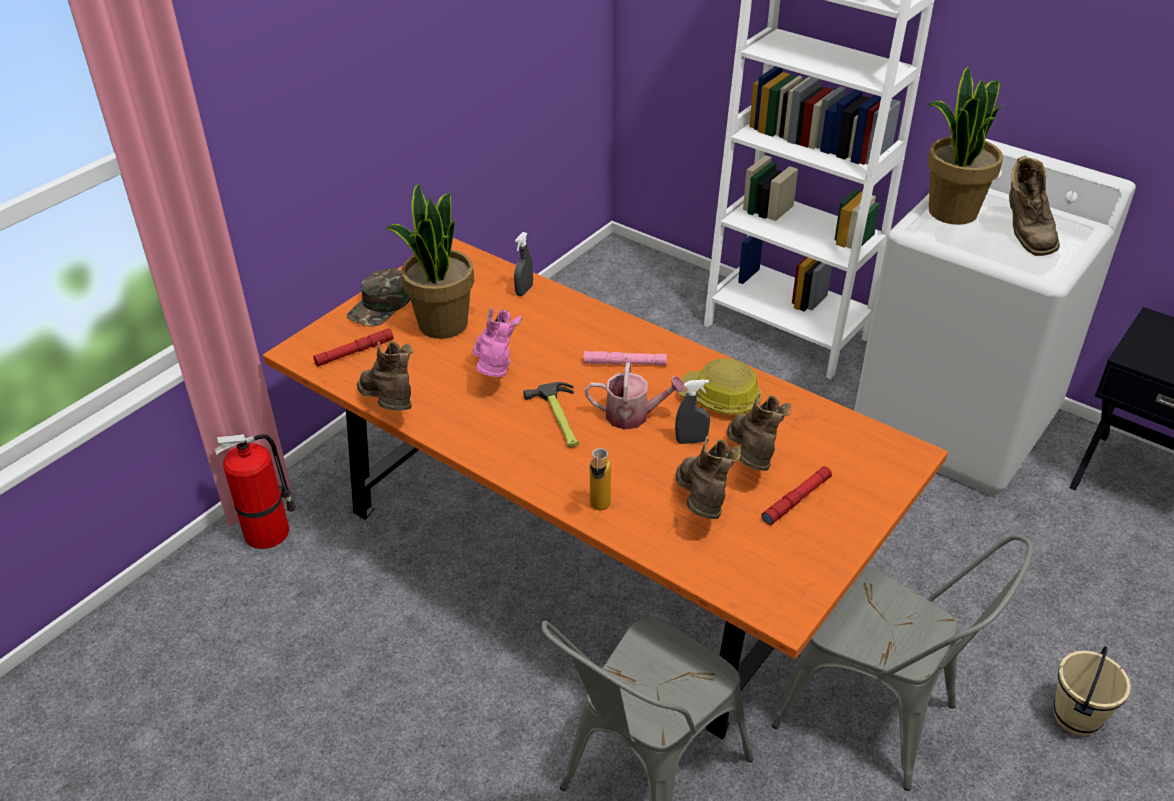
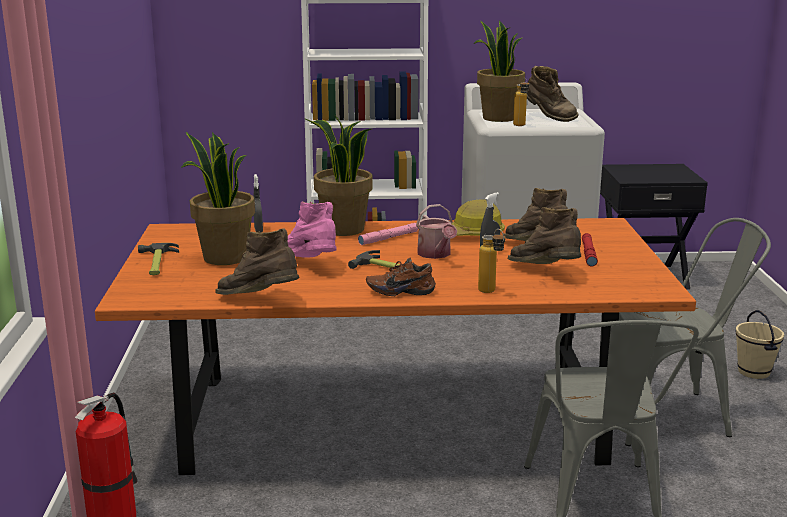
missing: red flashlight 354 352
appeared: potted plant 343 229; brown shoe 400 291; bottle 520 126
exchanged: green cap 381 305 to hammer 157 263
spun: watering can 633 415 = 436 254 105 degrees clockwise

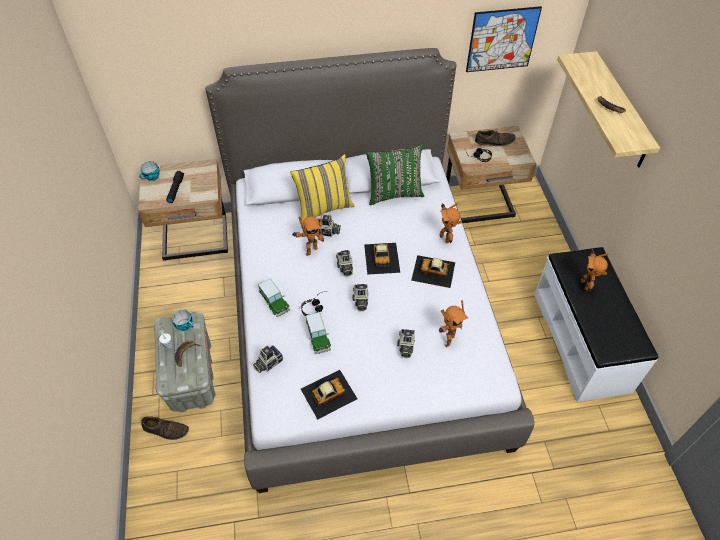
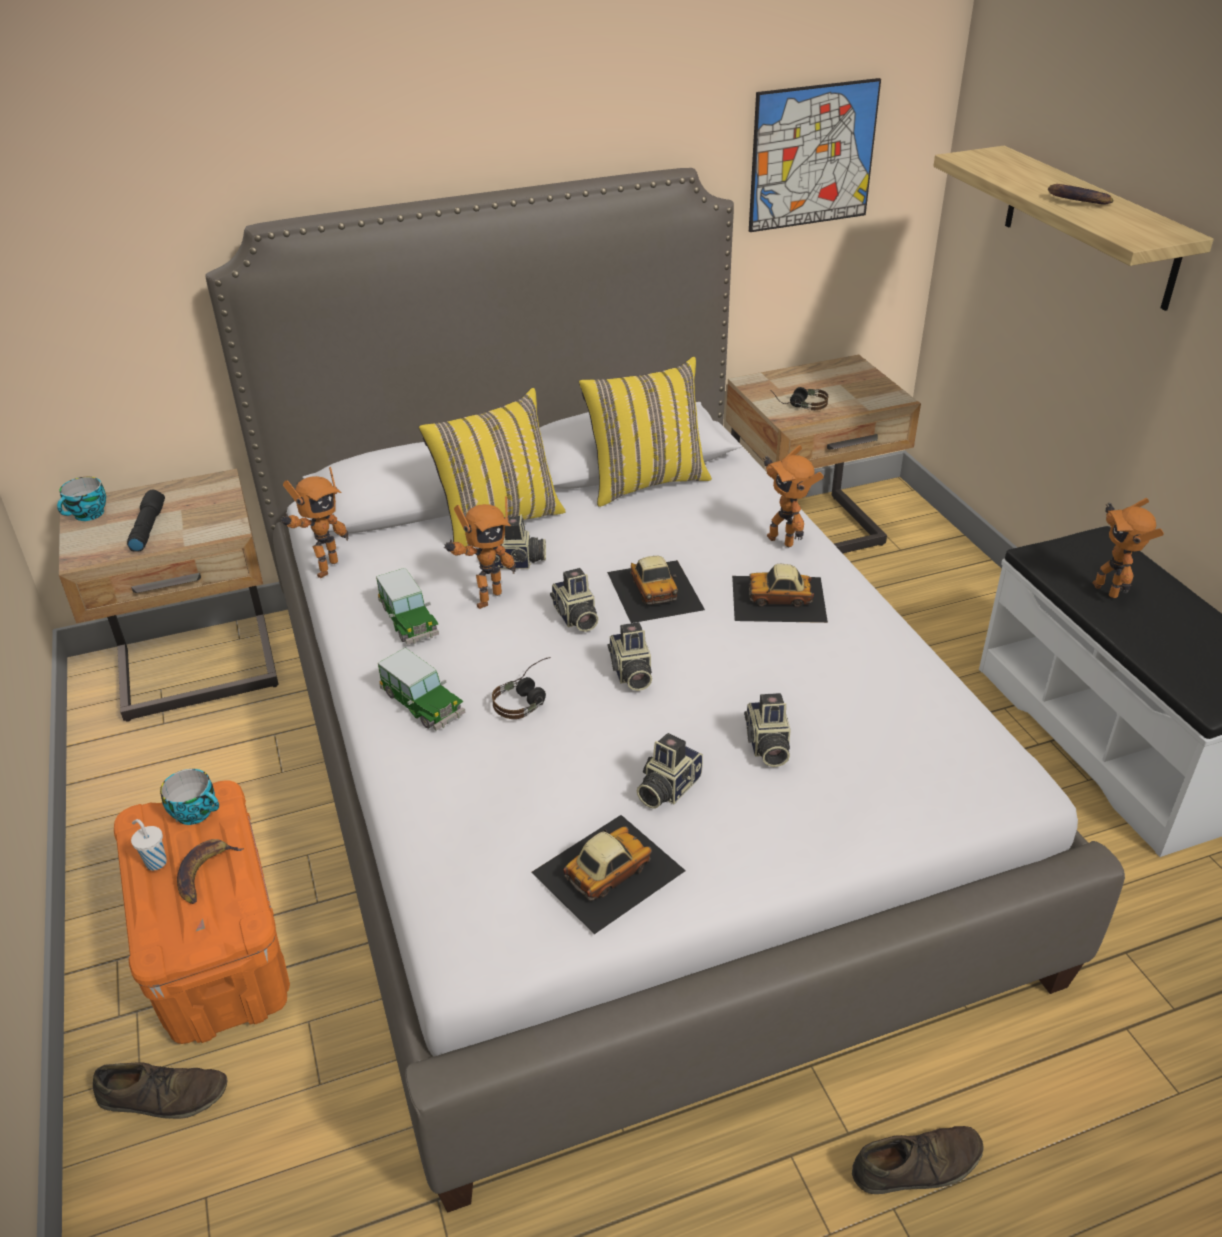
relocated: toy robot 447 340 to 323 568; toy car 318 337 to 408 621; photo camera 268 363 to 666 787; brown shoe 494 141 to 916 1165
colour: grey storage box 190 375 to orange storage box 218 953; green pillow 394 193 to yellow pillow 645 482

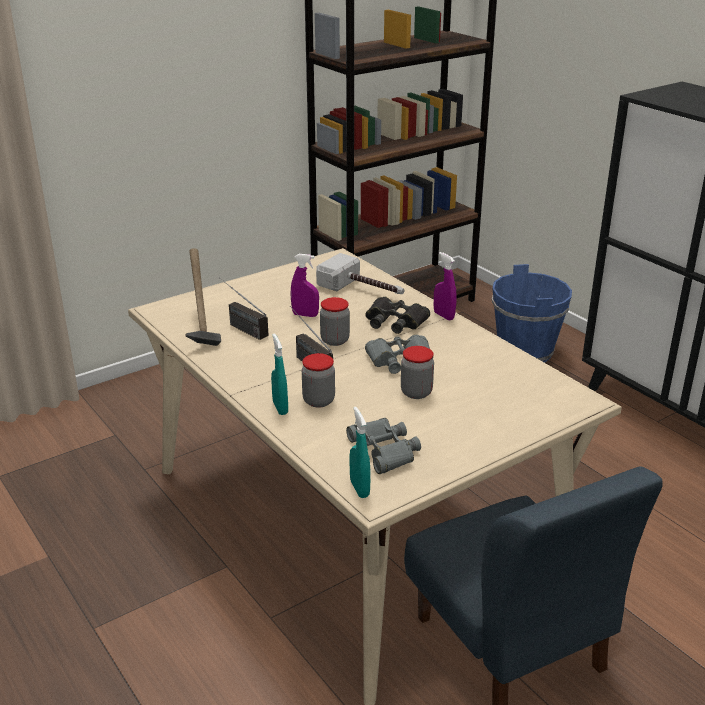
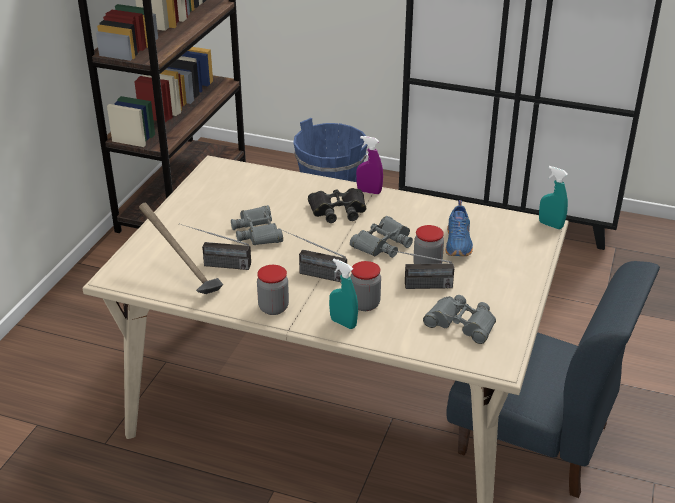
missing: hammer 363 290
appeared: radio 415 286; blue shoe 459 243
relocated: jar 335 340 to 273 308; turquoise spray bottle 359 488 to 550 225
exchanged: purple spray bottle 305 315 to grey binoculars 257 232

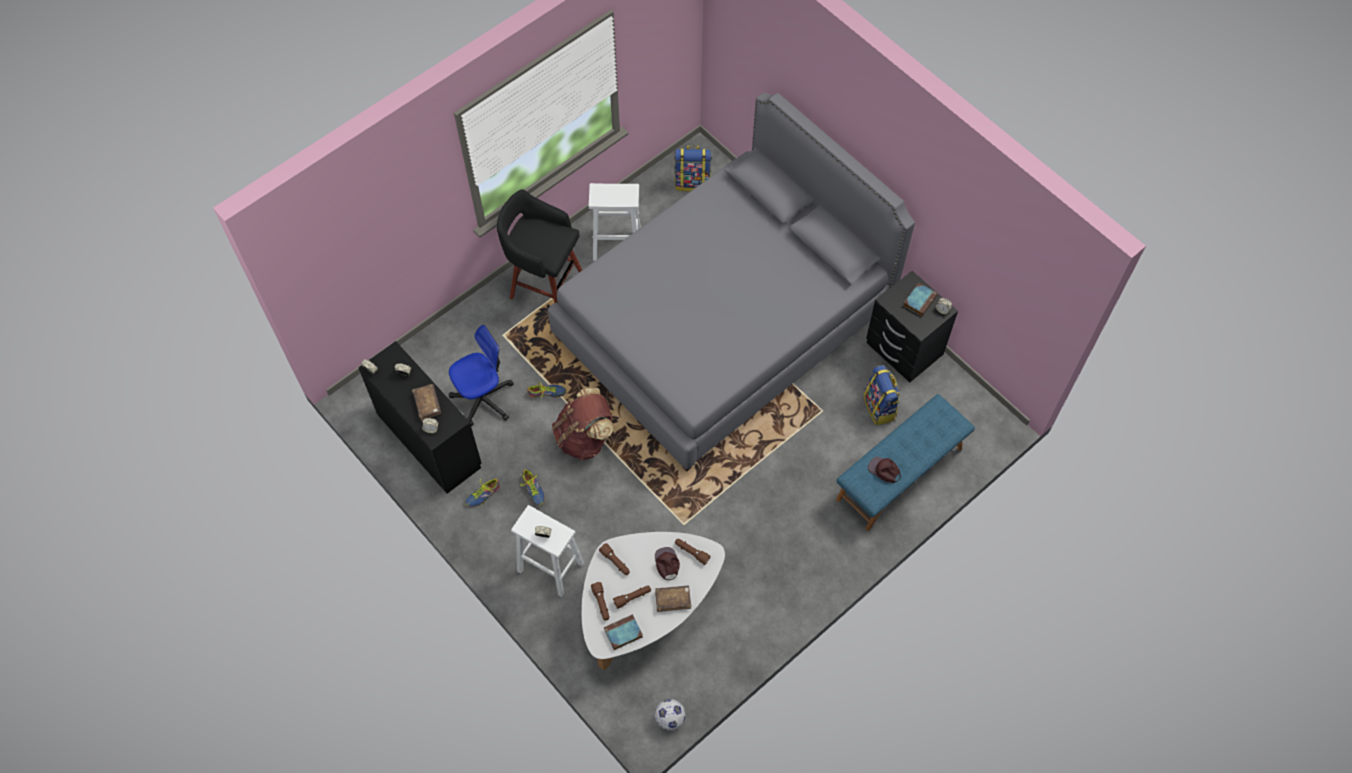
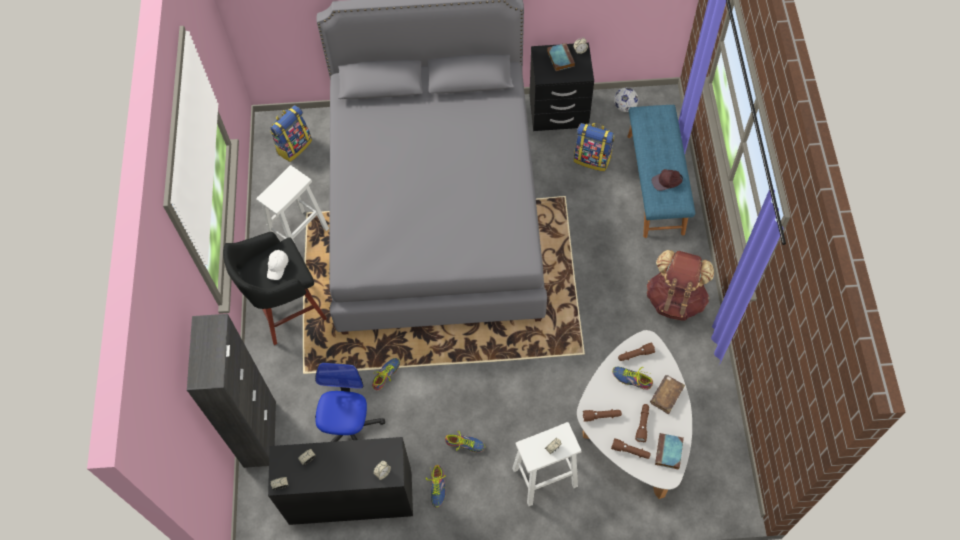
missing: brown book 427 404
appeared: black cabinet 260 434; white cap 278 267
relocated: football 669 718 to 624 107; brown backpack 584 437 to 675 299
exchanged: brown cap 667 564 to shoe 632 379

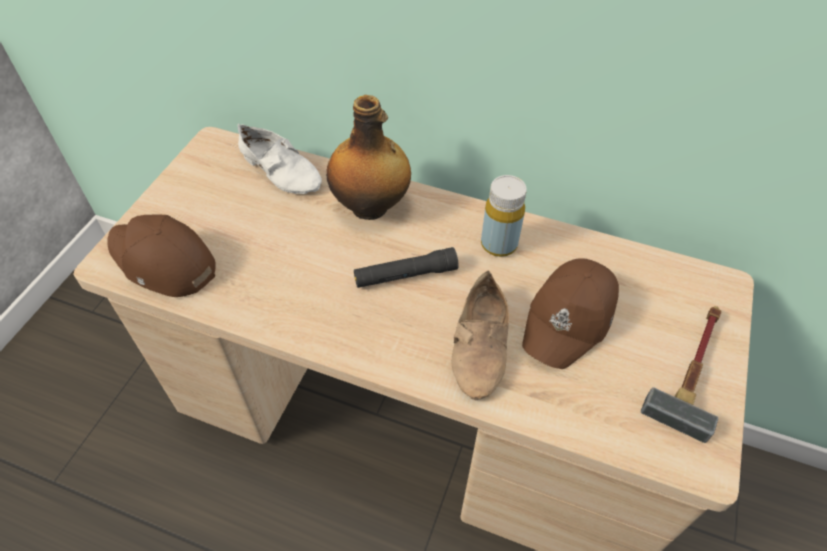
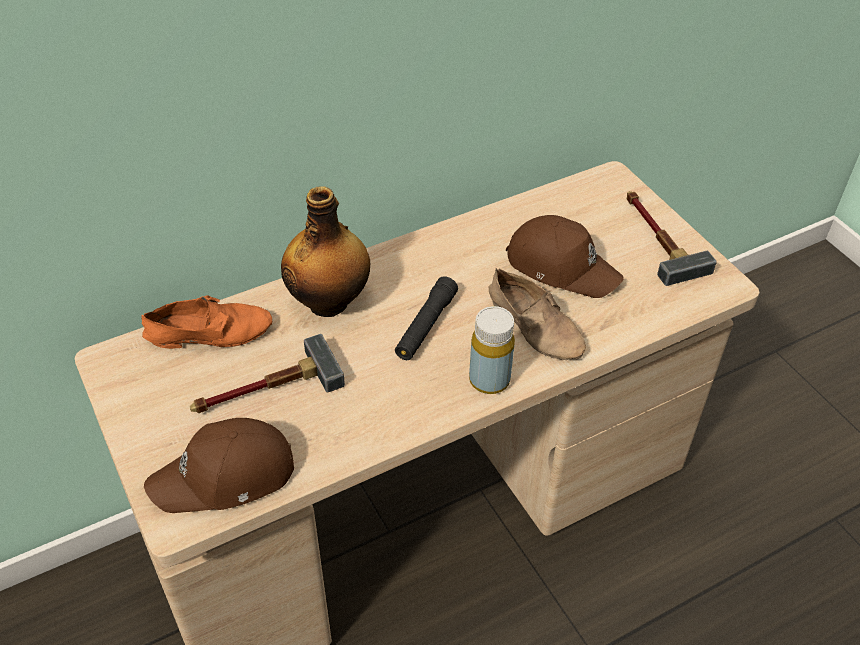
appeared: hammer 264 390
relocated: yellow bottle 499 244 to 489 380
colour: white shoe 281 169 to orange shoe 210 331
spun: brown cap 570 319 = 561 266 45 degrees counterclockwise

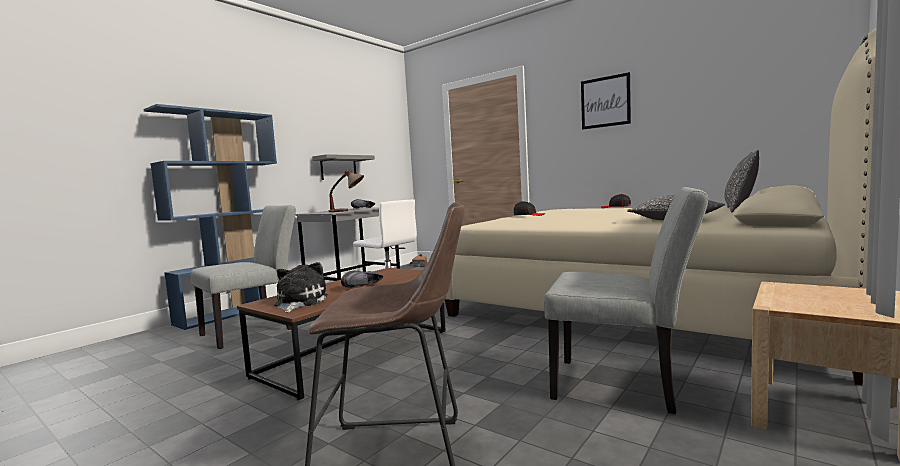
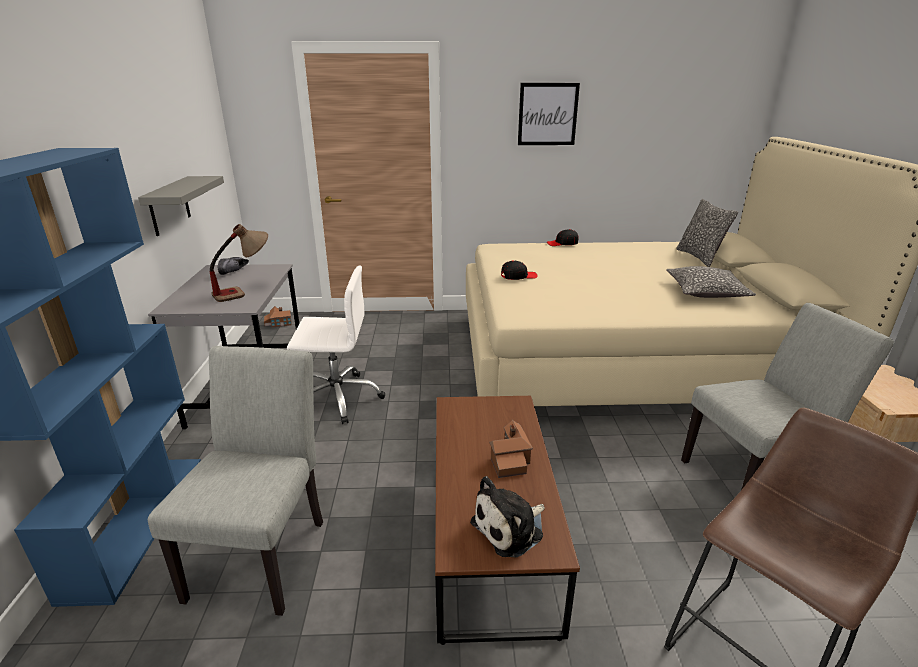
exchanged: black shoe 364 286 to toy house 510 459
spun: plush toy 299 302 = 511 528 90 degrees counterclockwise

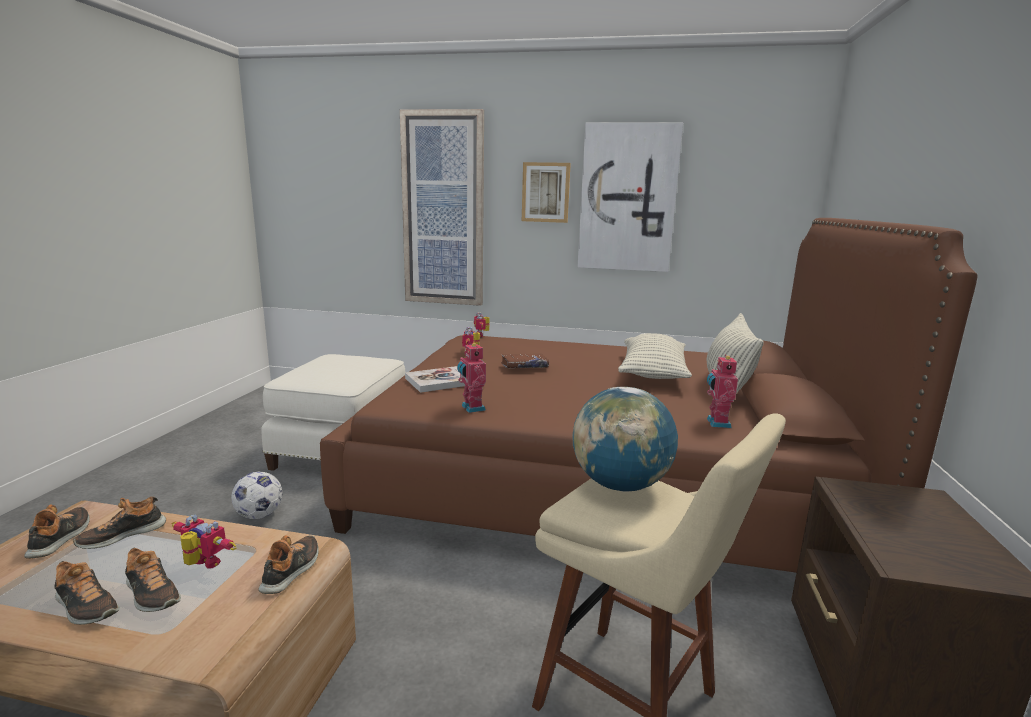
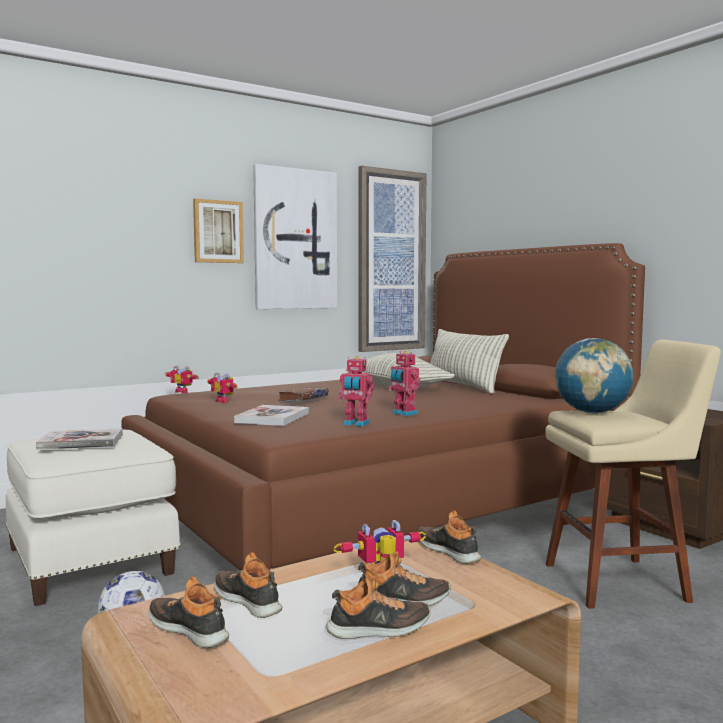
appeared: book 81 442
relocated: picture 443 210 to 391 261; toy robot 716 423 to 403 414
spun: shoe 122 535 = 248 601 135 degrees clockwise

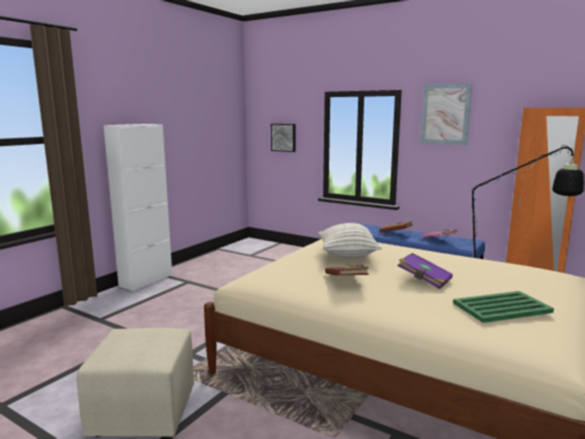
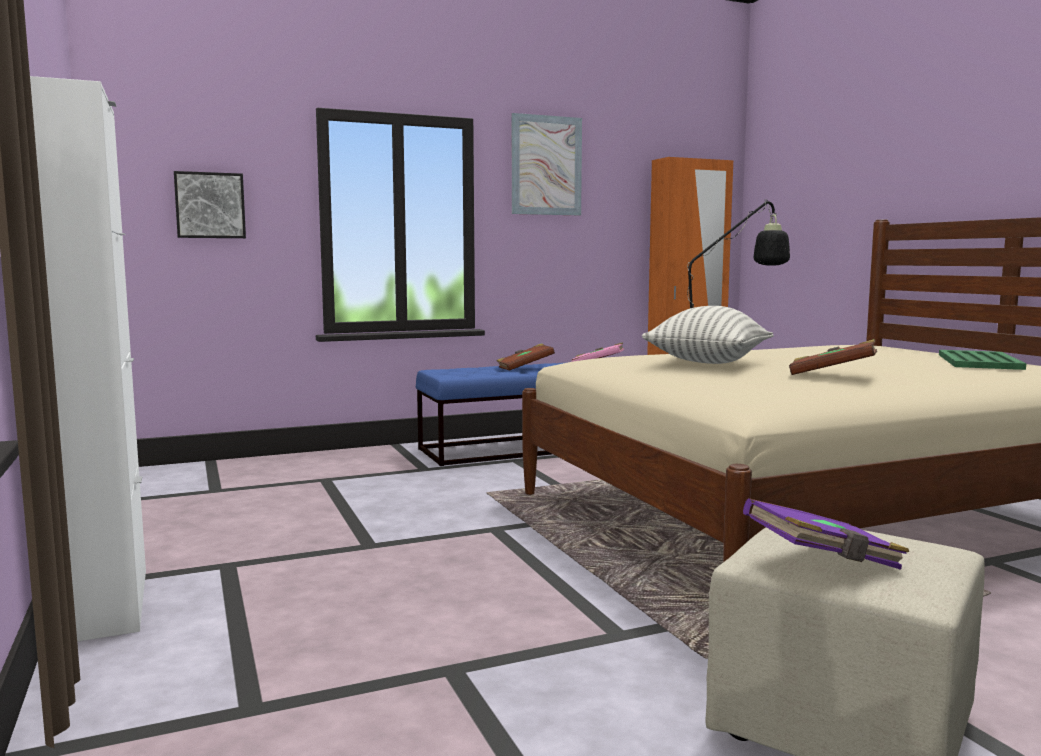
relocated: purple book 424 280 to 823 562

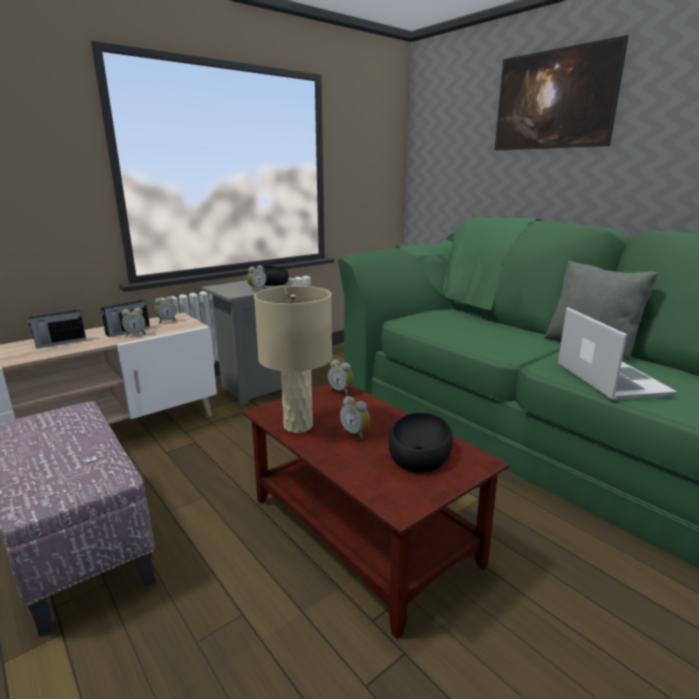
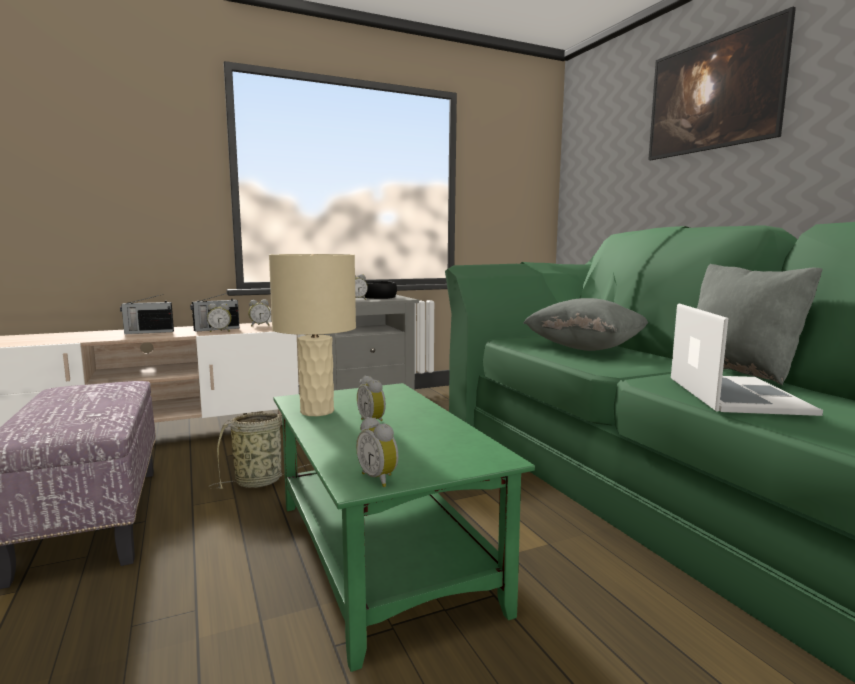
missing: black bowl 418 451
appeared: basket 262 481; grey pillow 585 348
relocated: alarm clock 341 391 to 379 478
colour: brown coffee table 363 531 to green coffee table 383 555

